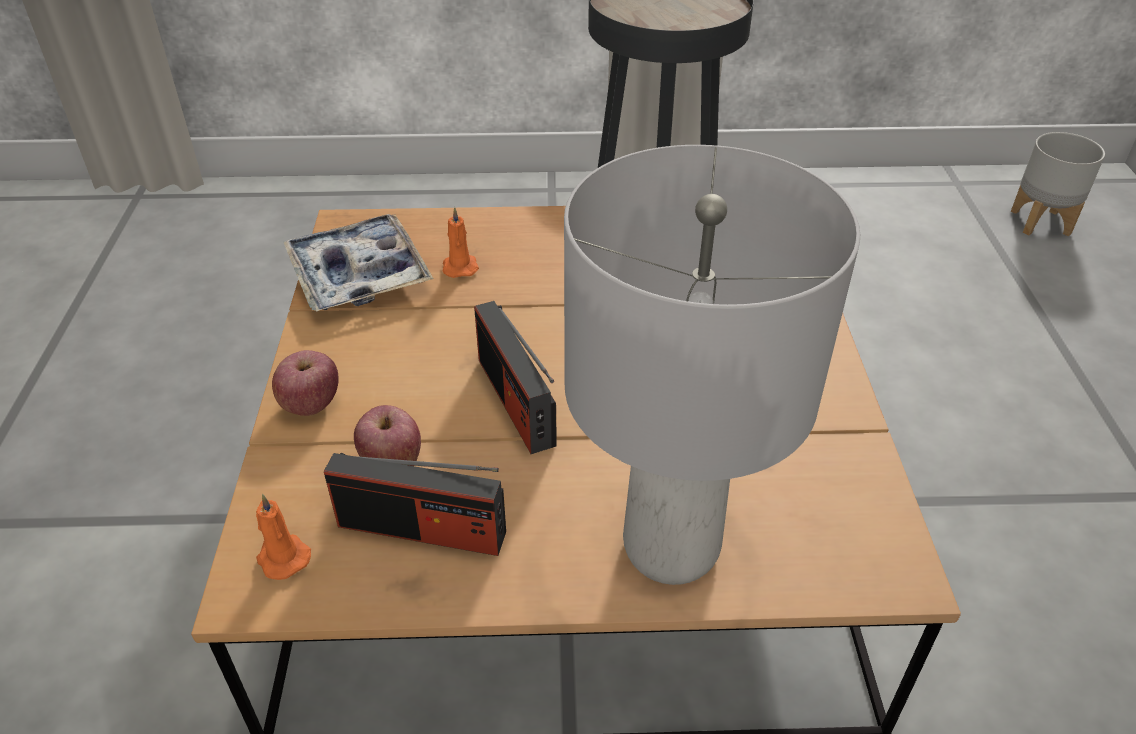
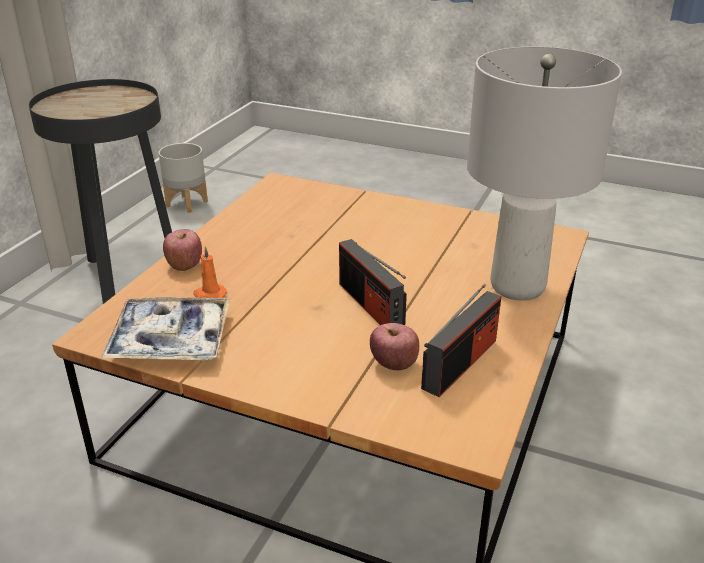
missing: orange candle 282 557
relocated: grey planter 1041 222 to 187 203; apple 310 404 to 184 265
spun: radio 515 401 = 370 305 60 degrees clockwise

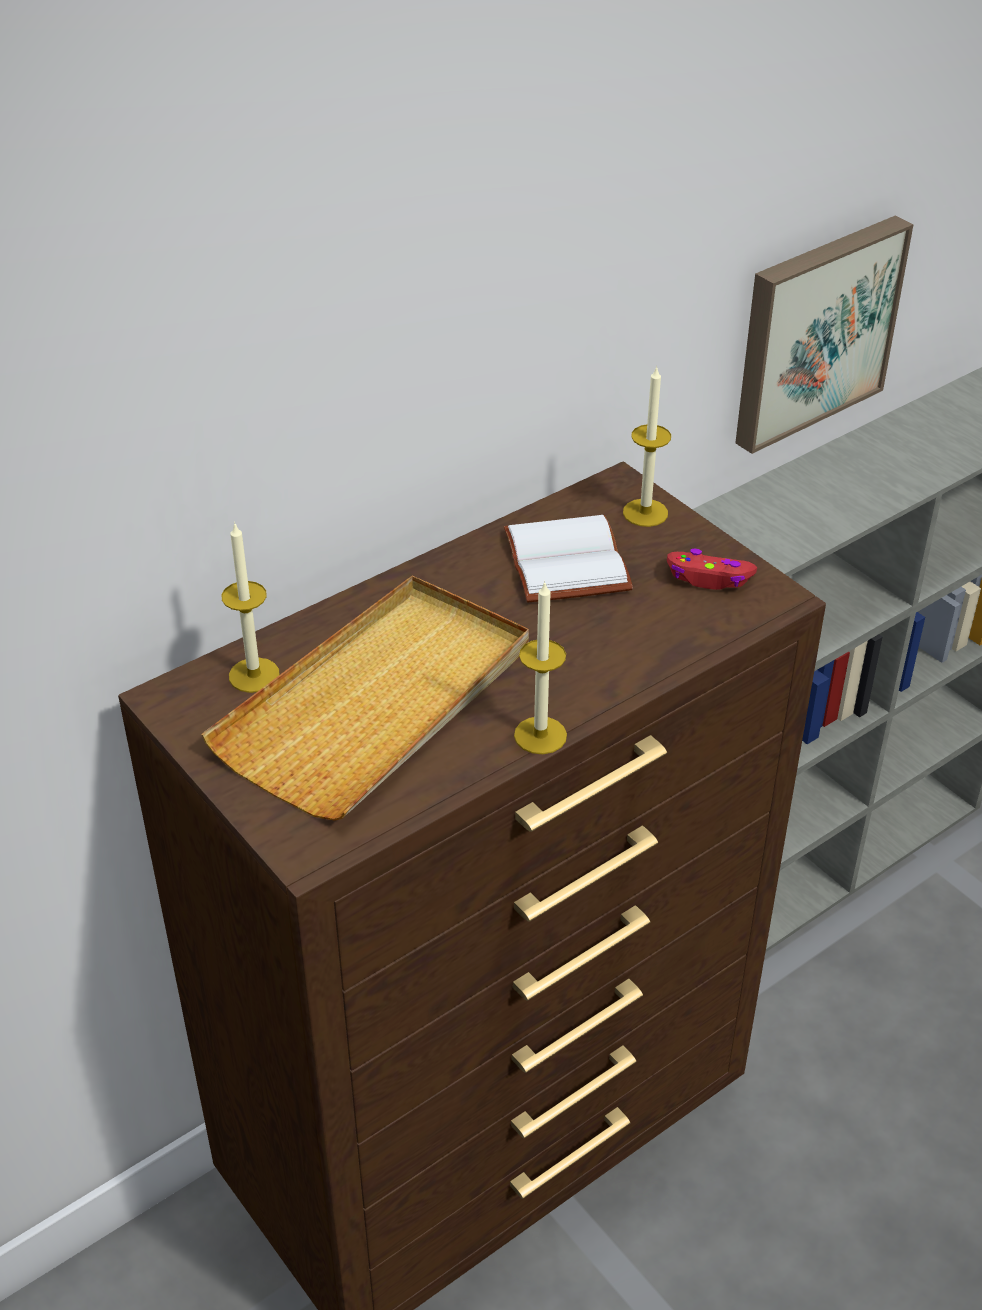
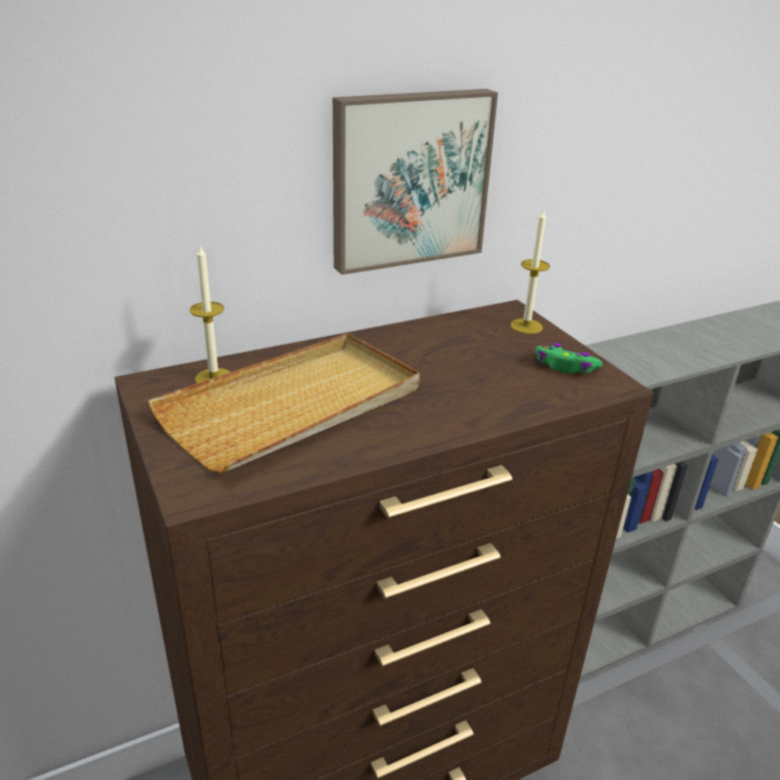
missing: white book 571 563; candle 540 735
relocated: picture 814 330 to 409 179
colour: red game controller 709 578 to green game controller 565 366

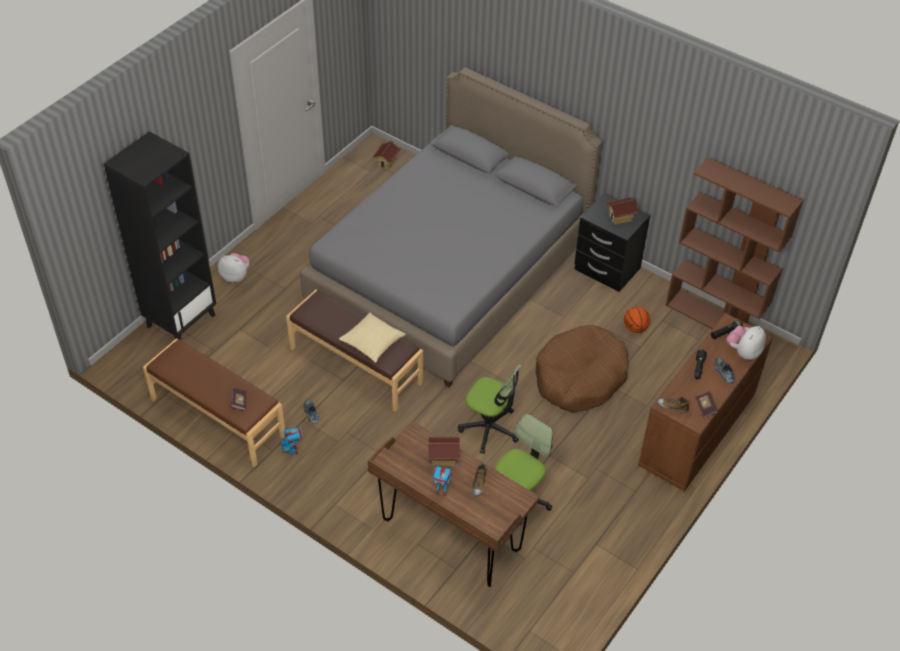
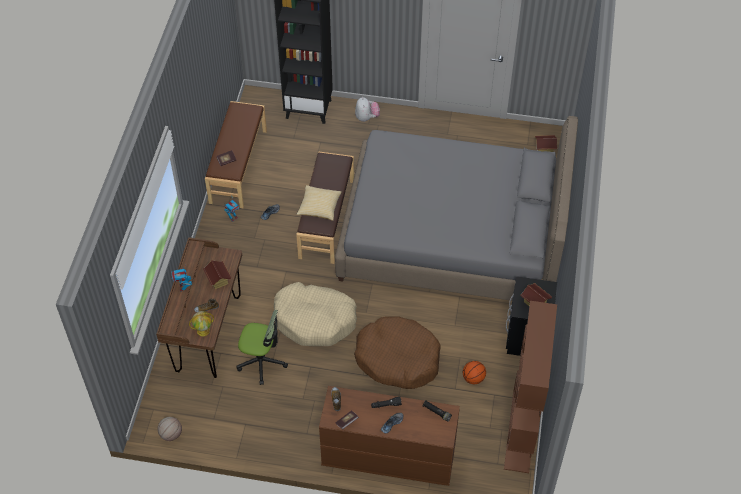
missing: plush toy 743 352
appeared: basketball 171 434; globe 203 330
exchanged: office chair 489 428 to beige dog bed 314 320

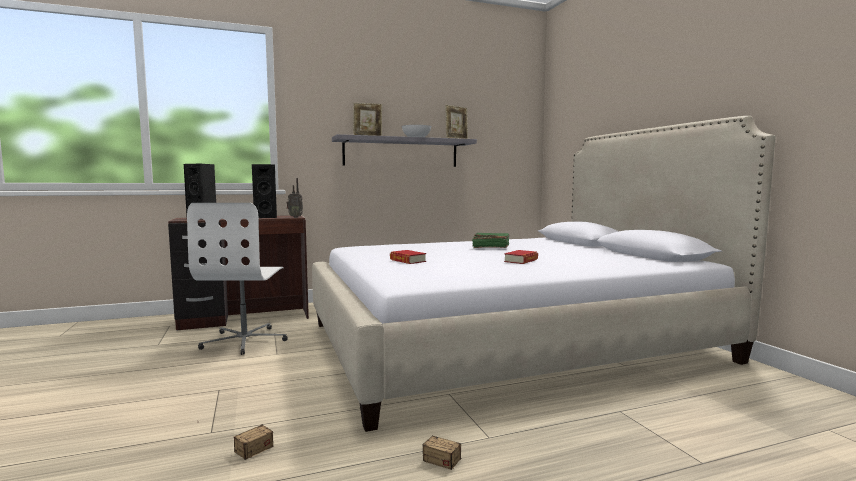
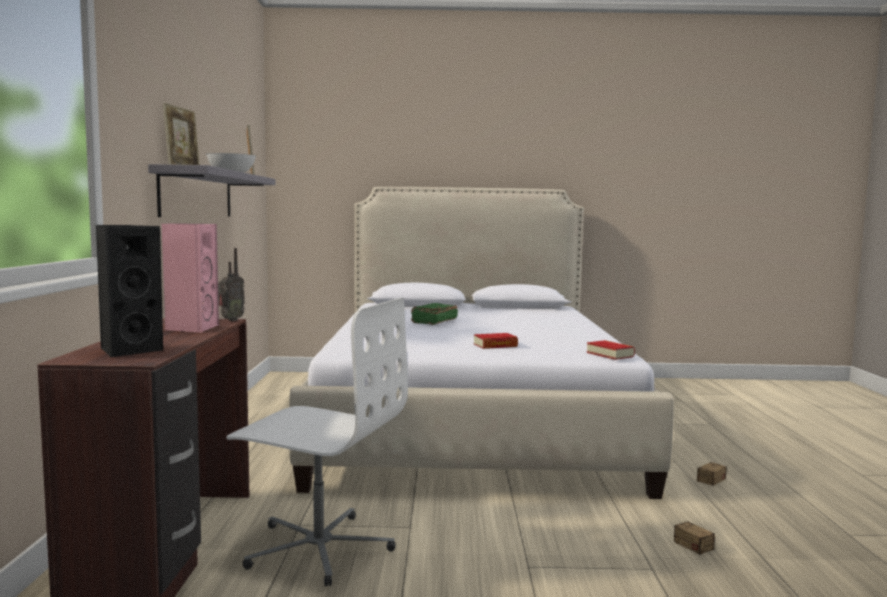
relocated: book 521 261 to 610 354
colour: black speaker 266 217 to pink speaker 191 328

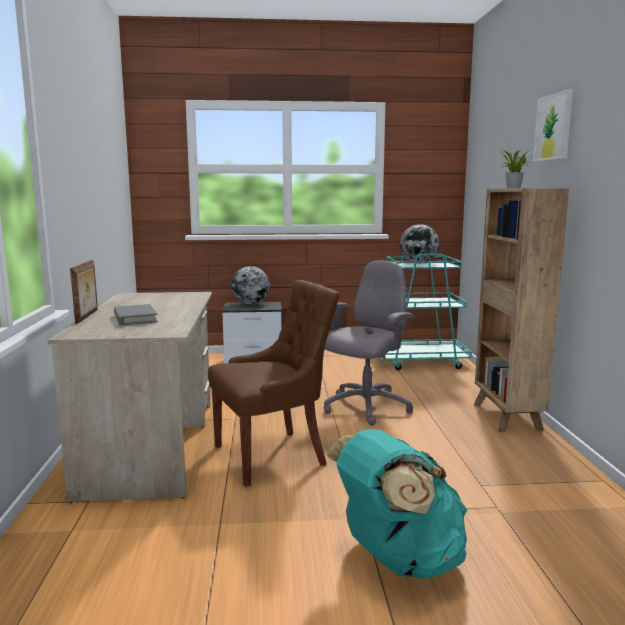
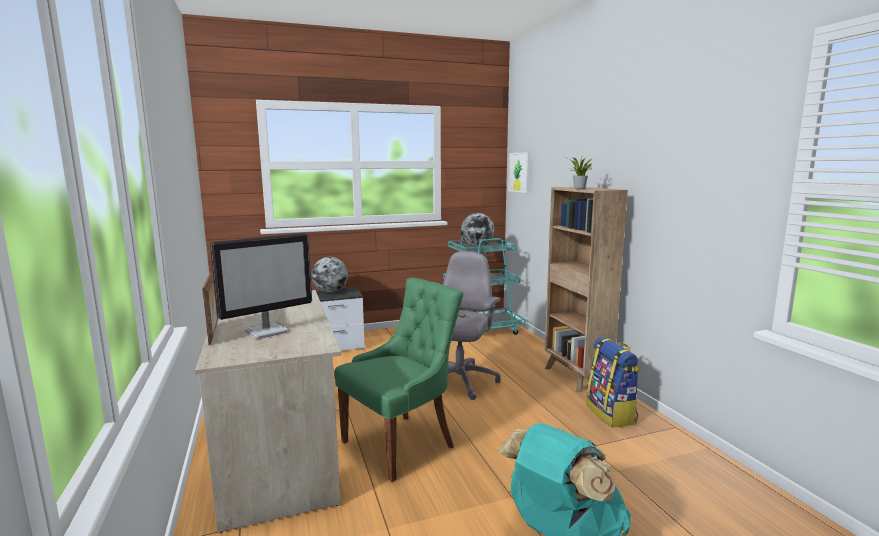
appeared: backpack 611 414
relocated: picture 553 127 to 519 172
exchanged: grey book 135 318 to monitor 267 331
colour: brown chair 273 455 to green chair 401 444

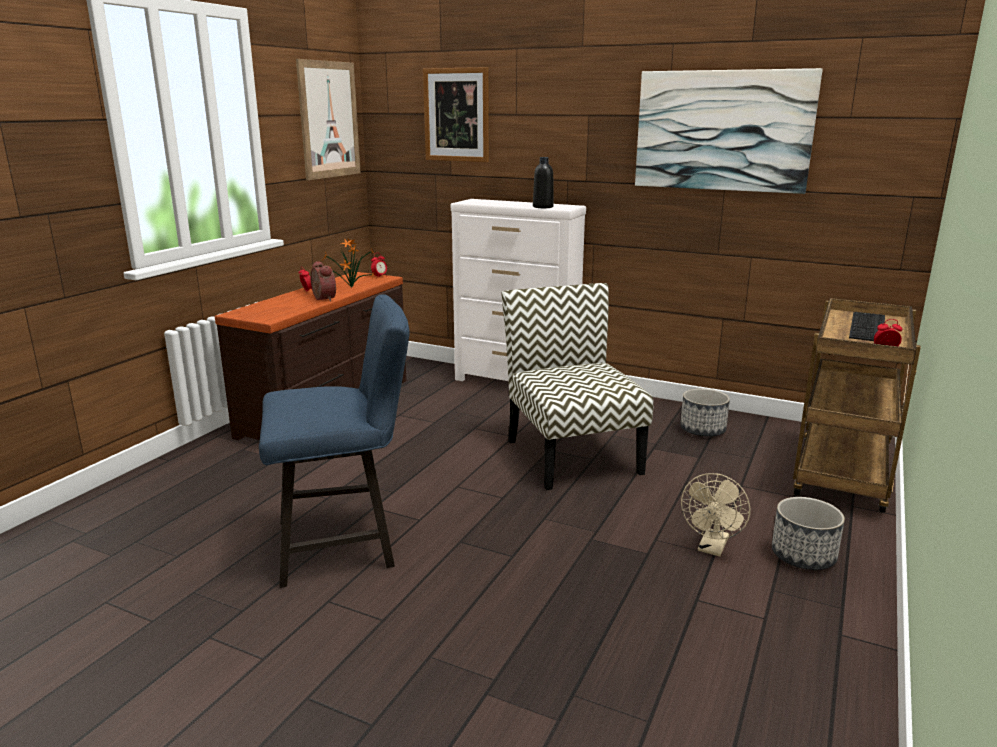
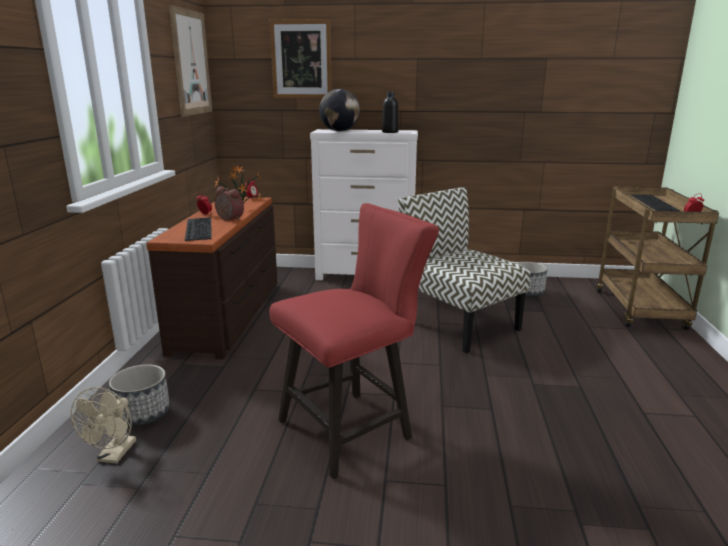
missing: picture 722 131
appeared: keyboard 197 228; globe 340 131
relocated: beige fan 712 548 to 114 455; planter 803 556 to 143 414
colour: blue chair 346 543 to red chair 353 427

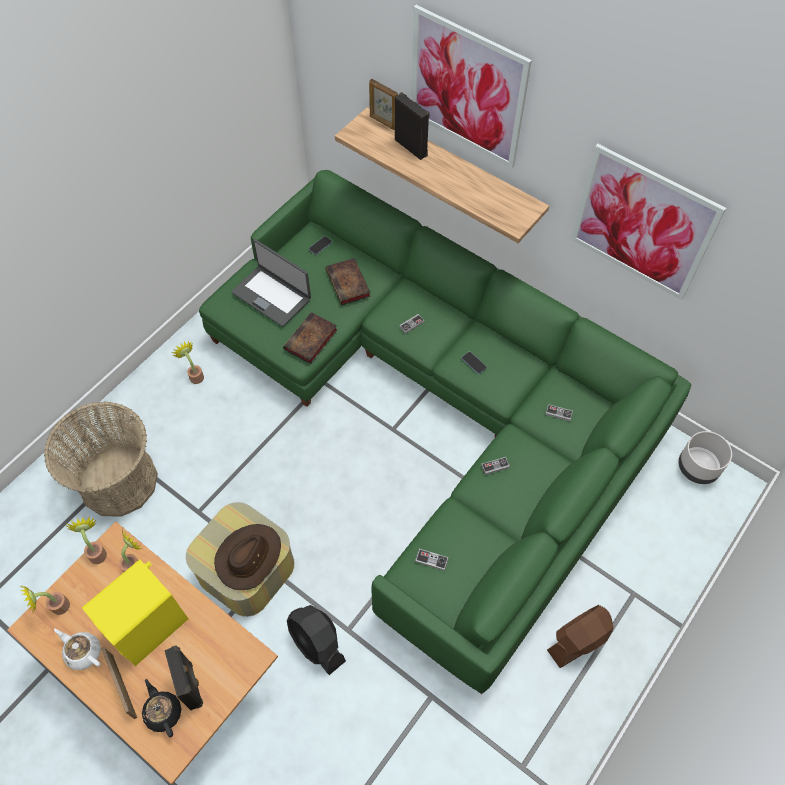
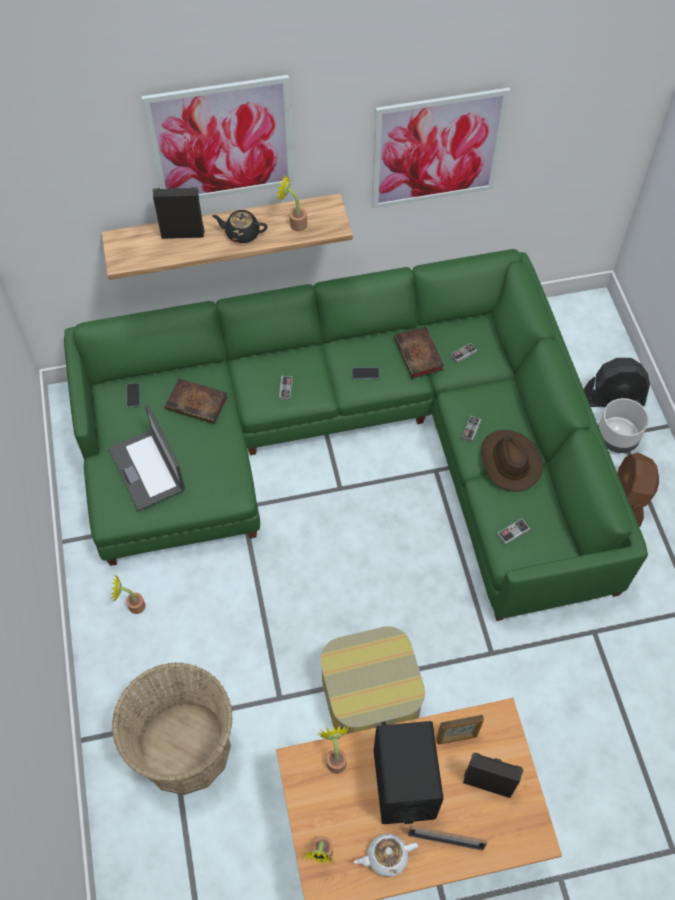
relocated: black teapot 163 712 to 241 234; potted plant 97 552 to 295 223; book 310 341 to 419 356; picture frame 383 122 to 457 738; brown hat 249 557 to 509 462; black fan 317 643 to 613 398; grey planter 698 467 to 617 437
colour: yellow speaker 148 625 to black speaker 403 784
spun: laptop 272 295 = 148 469 75 degrees clockwise

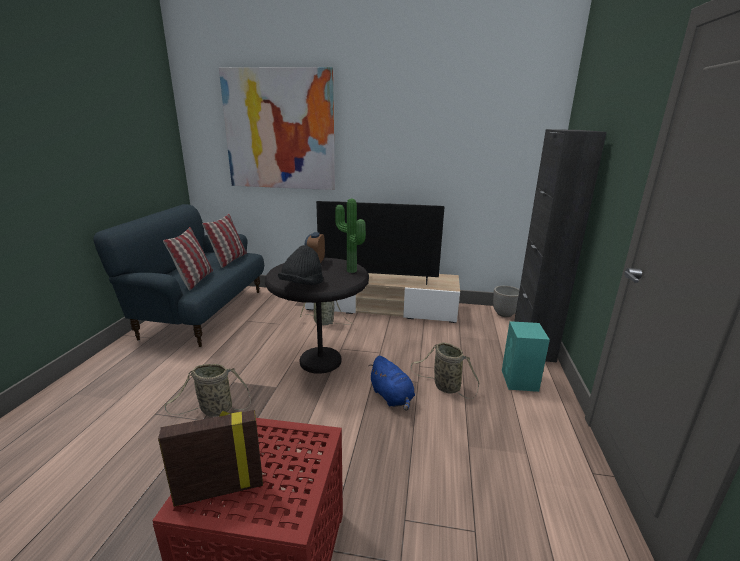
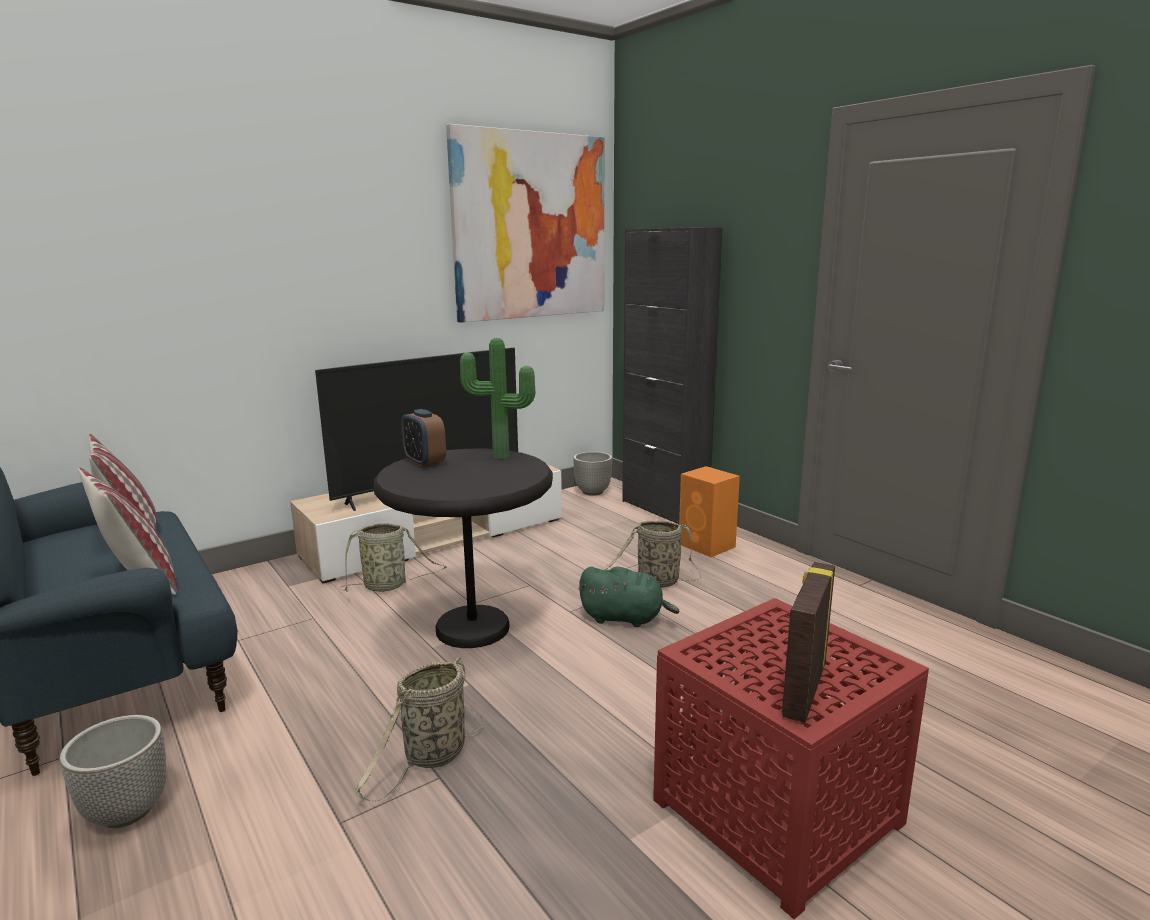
missing: black hat 302 285
appeared: planter 127 811
relocated: picture 279 130 to 530 226
colour: blue plush toy 392 397 to green plush toy 625 618; turquoise speaker 519 381 to orange speaker 708 546

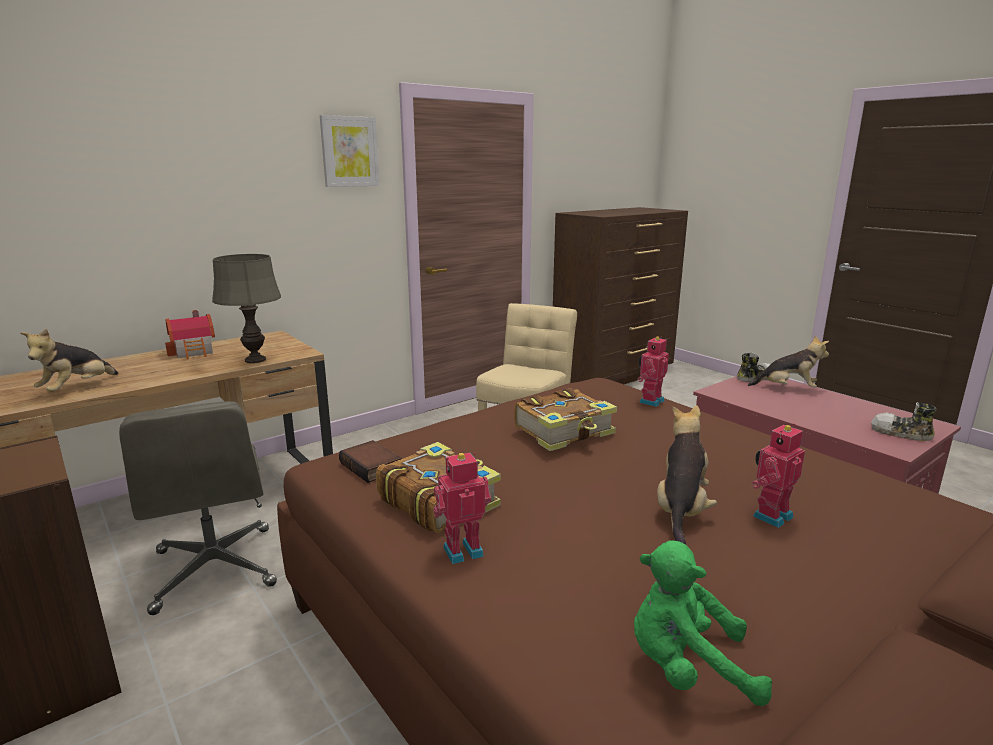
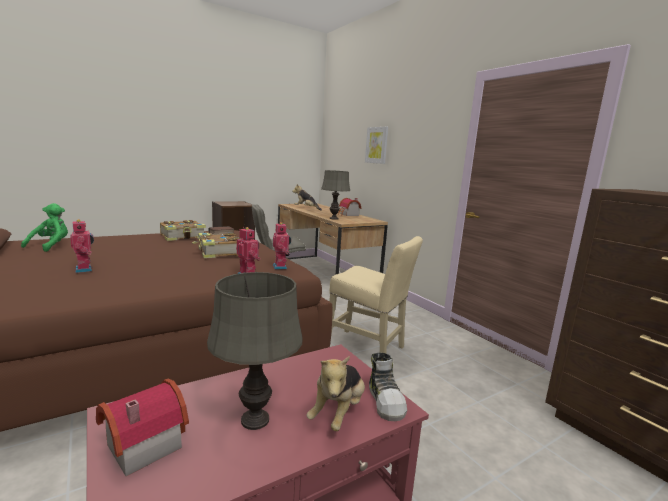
missing: plush toy 681 510
appeared: grey table lamp 255 420
relocated: toy robot 462 550 to 281 267; picture 349 152 to 377 145
exchanged: shoe 900 433 to toy house 140 444

